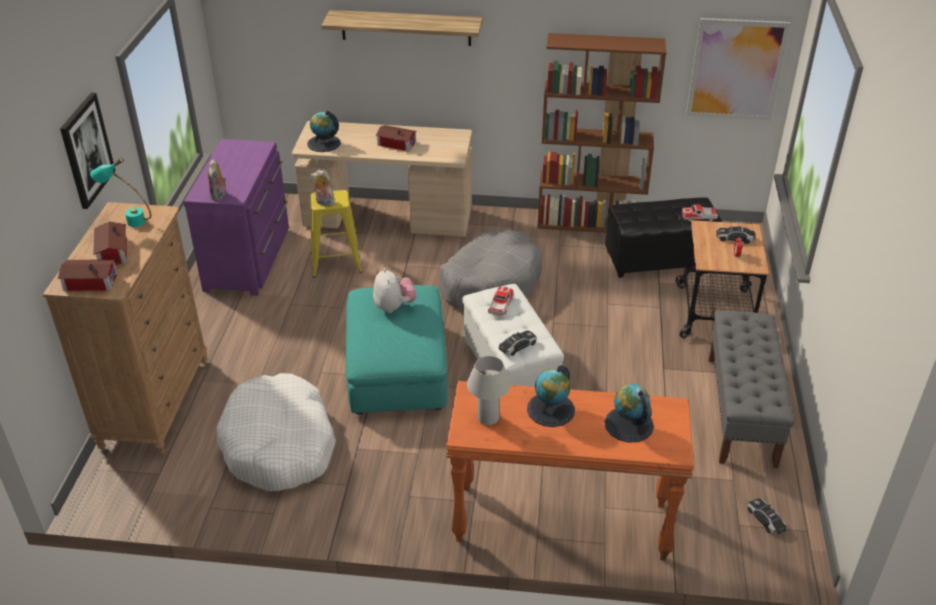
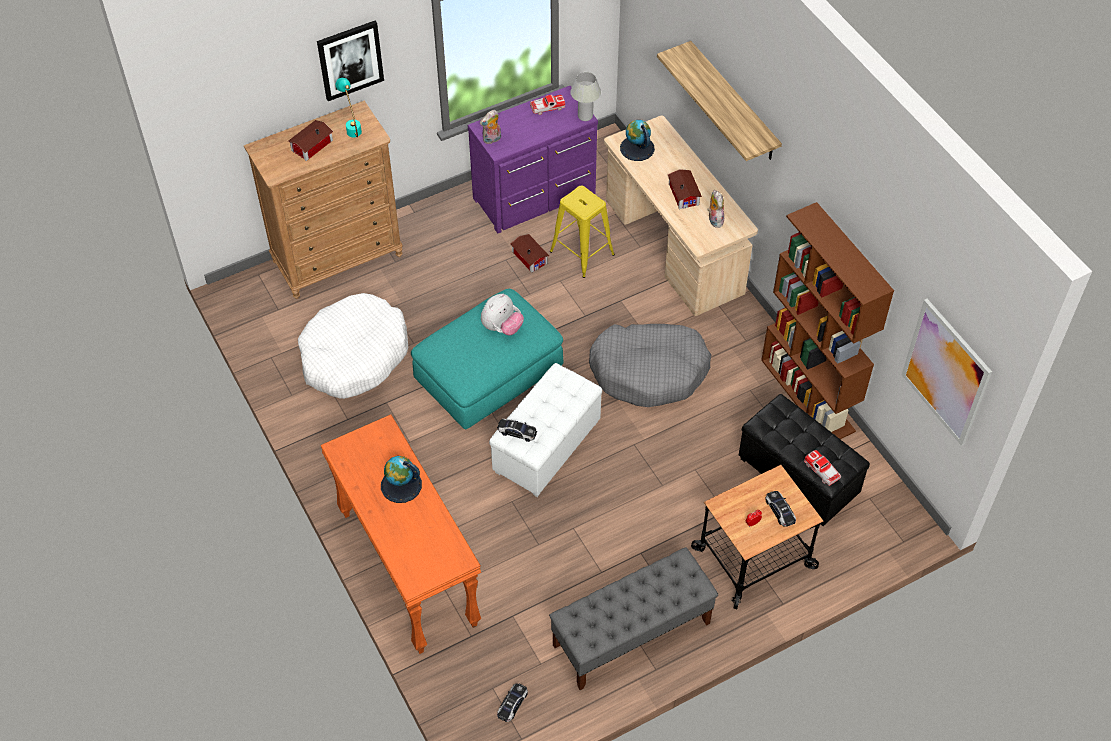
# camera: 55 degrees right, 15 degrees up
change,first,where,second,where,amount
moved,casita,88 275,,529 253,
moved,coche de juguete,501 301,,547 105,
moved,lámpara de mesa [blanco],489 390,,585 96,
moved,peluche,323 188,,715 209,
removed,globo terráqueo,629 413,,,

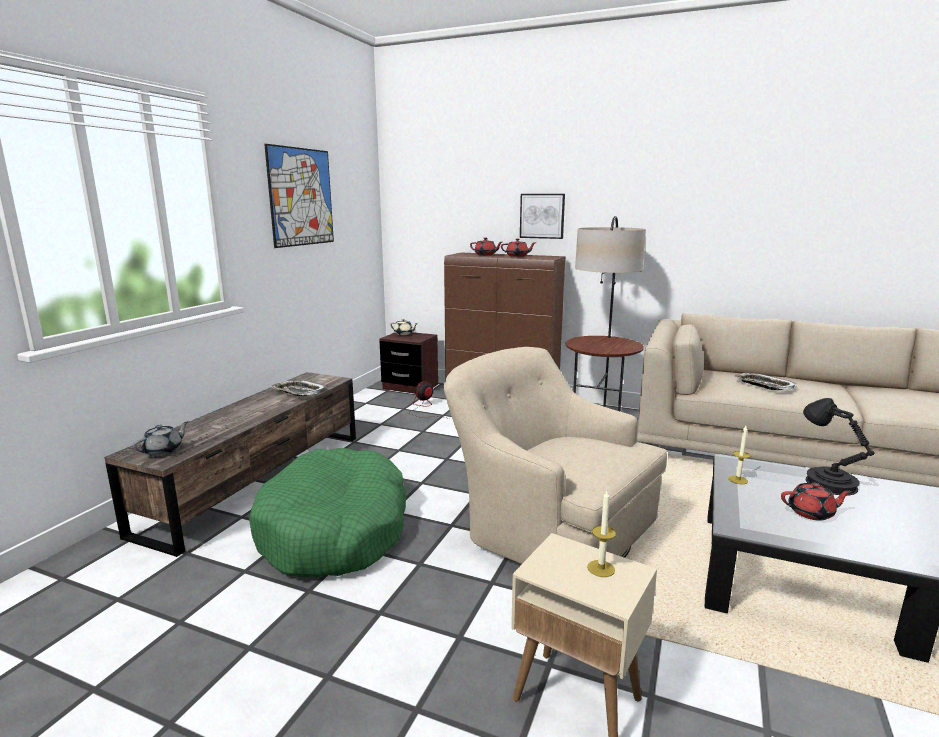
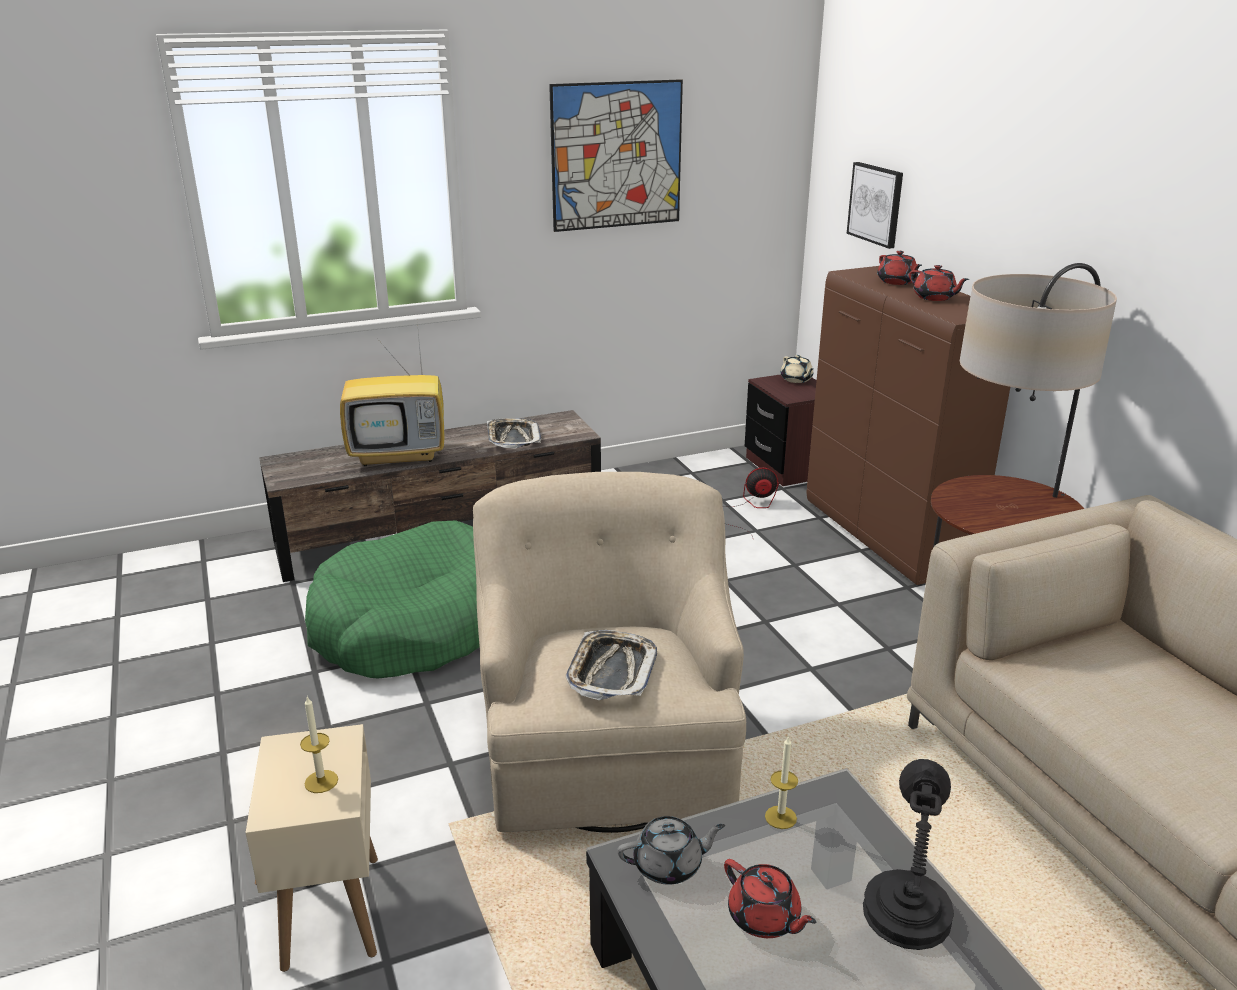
# camera: 45 degrees right, 10 degrees up
change,first,where,second,where,amount
added,,,televisor,392 394,
moved,bandeja,765 381,,611 665,
moved,tetera [gris],161 438,,671 850,
moved,cuadro,542 216,,875 205,

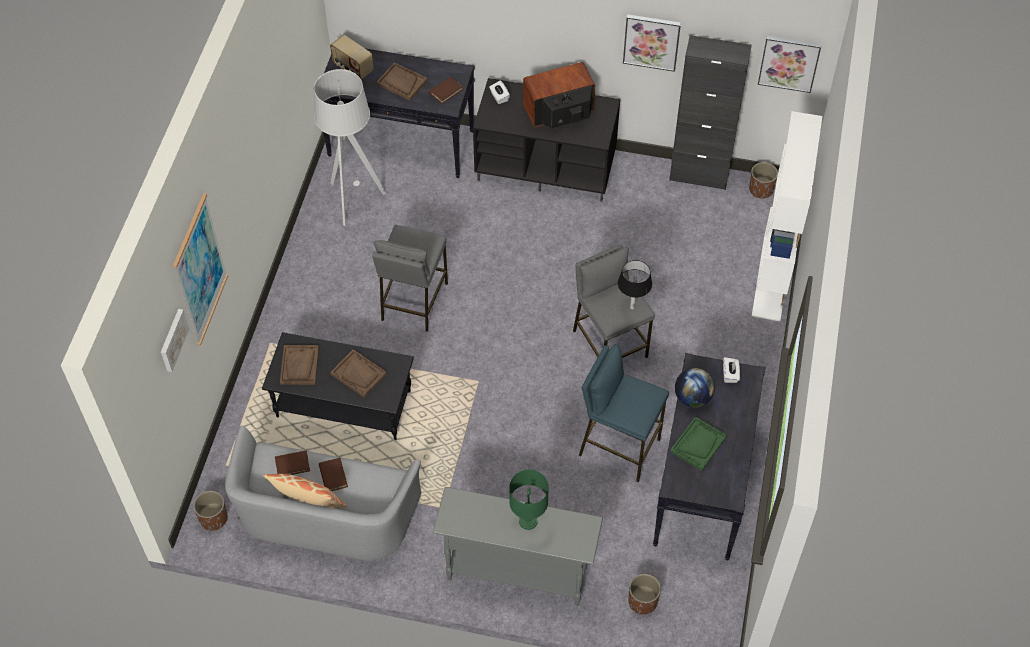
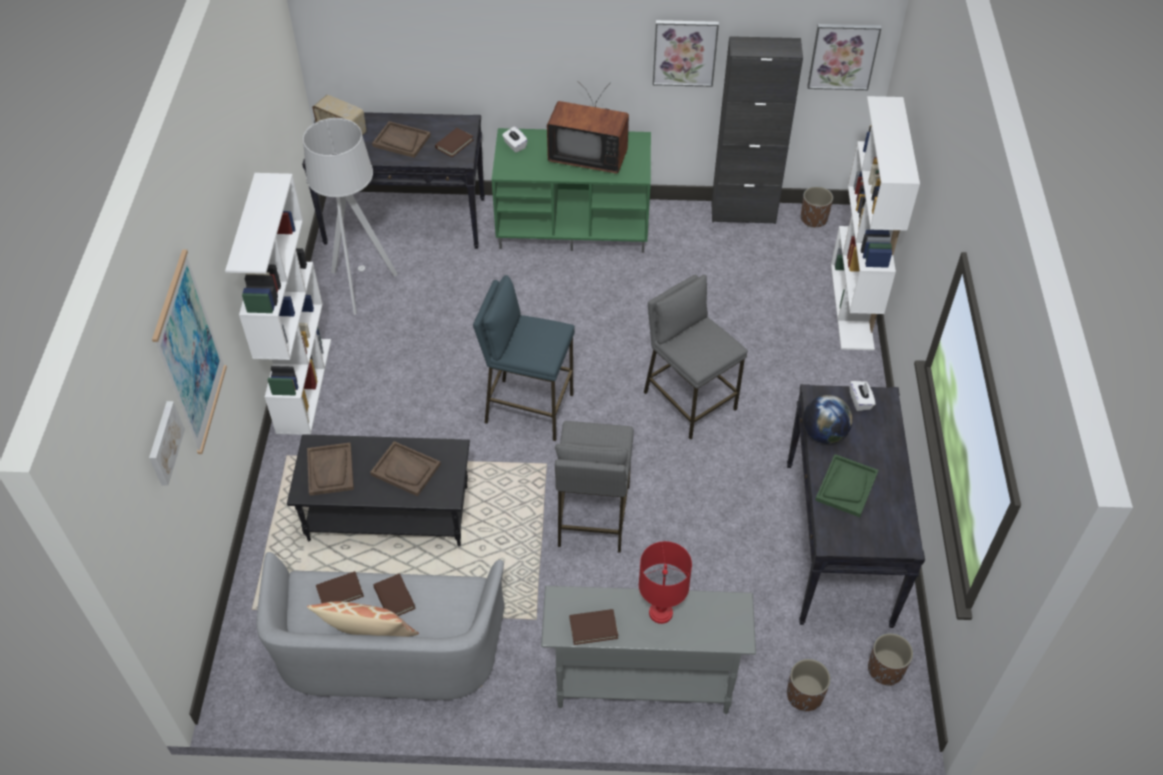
# camera: 10 degrees left, 5 degrees down
change,first,where,second,where,amount
added,,,estantería [blanco],278 304,
moved,taburete [azul],624 413,,524 358,
recoloured,mueble de televisión [negro],546 140,mueble de televisión [verde],571 190,
turned,televisor,559 95,,588 127,135 degrees counterclockwise
moved,taburete [gris],410 278,,594 487,
added,,,libro [marrón],593 627,
recoloured,lámpara de mesa [verde],529 500,lámpara de mesa [rojo],665 582,
moved,maceta [marrón],210 511,,890 659,
removed,lámpara de mesa [negro],635 285,,,

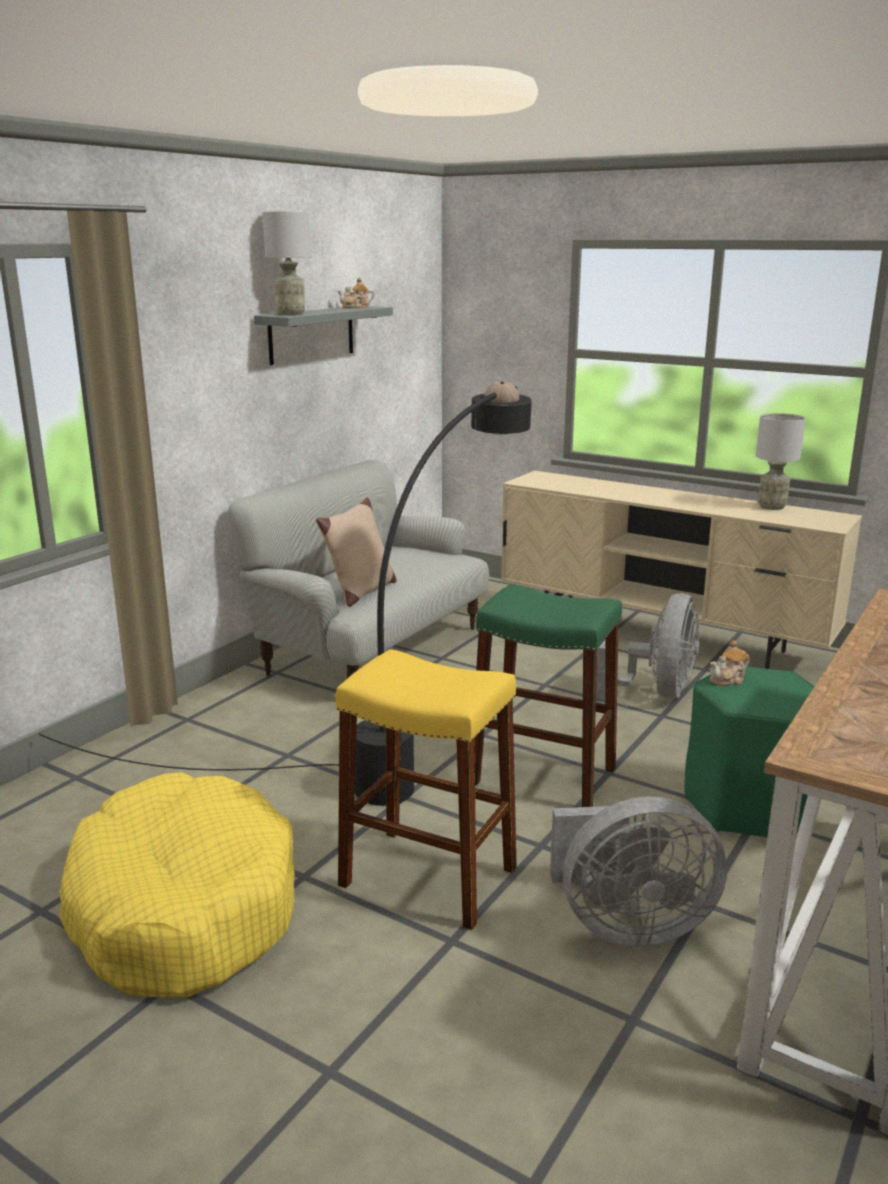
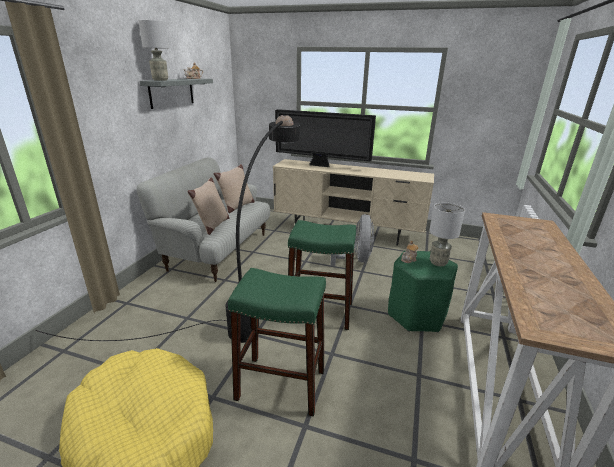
# camera: 15 degrees left, 5 degrees up
change,first,where,second,where,amount
added,,,cojín [beis],234 188,
recoloured,taburete [amarillo],426 789,taburete [verde],277 342,
added,,,televisor,325 138,
moved,lámpara de mesa [gris],781 461,,447 234,
removed,ventilador [gris],638 872,,,

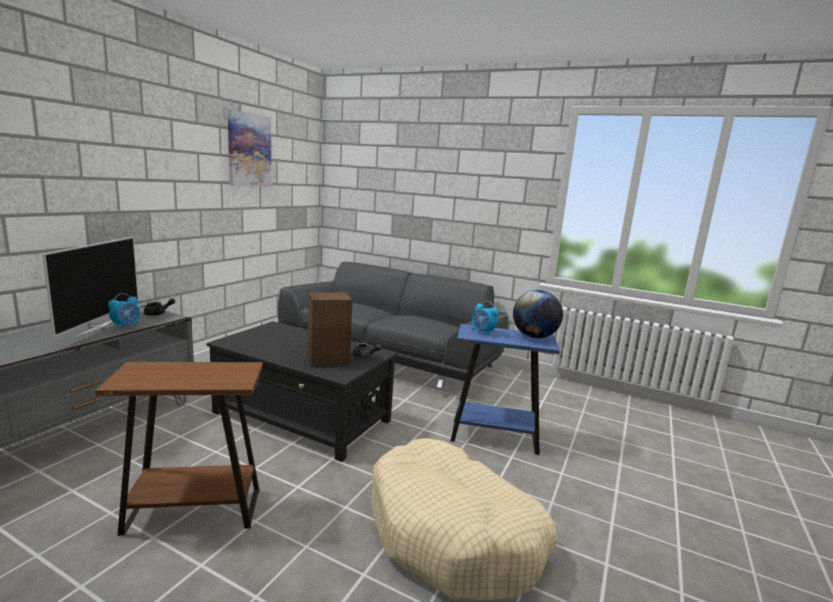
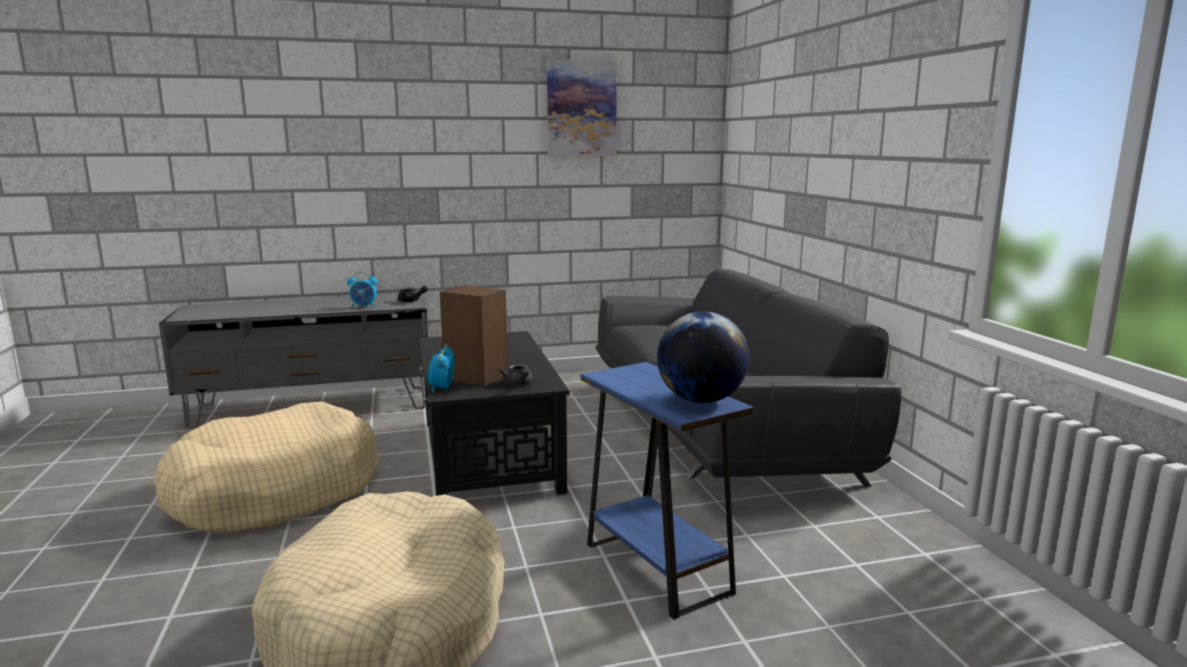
# camera: 50 degrees right, 0 degrees up
change,first,where,second,where,amount
replaced,mesa auxiliar [marrón],179 449,cama para perro [beis],266 468,
moved,despertador,485 318,,441 368,
removed,televisor,90 287,,,

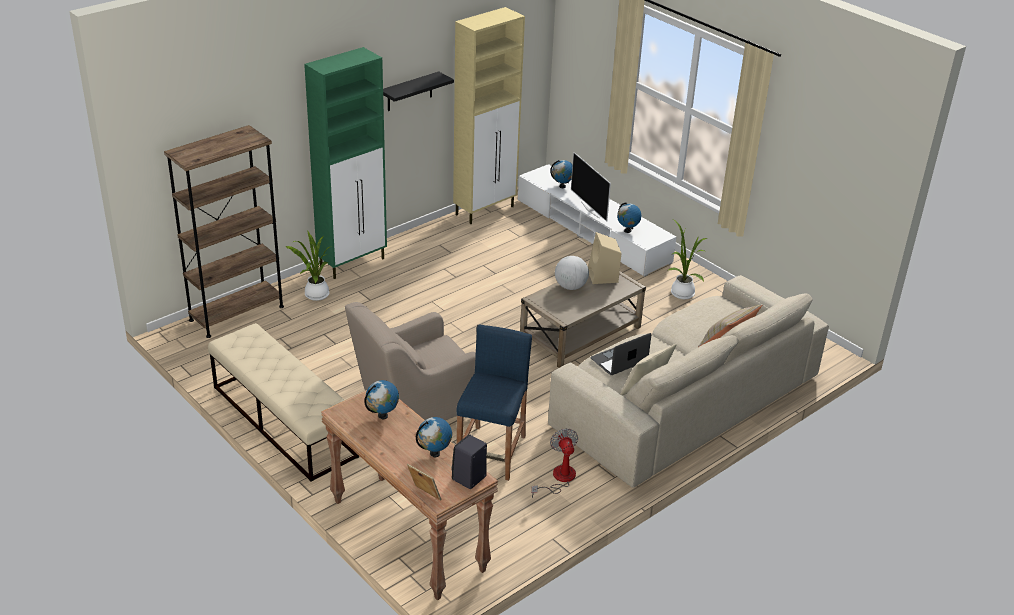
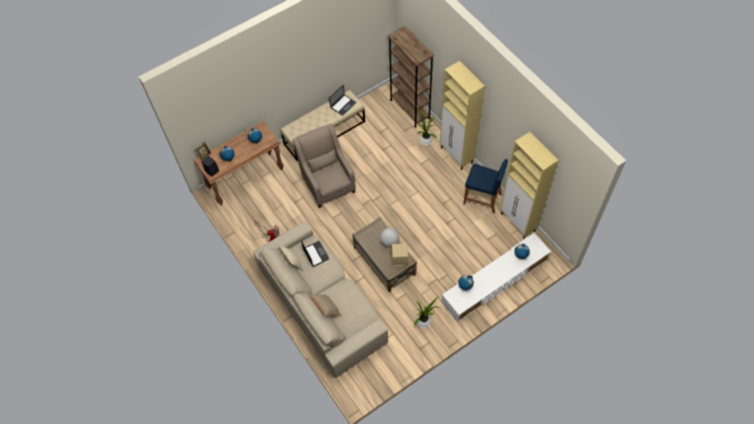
# camera: 100 degrees right, 25 degrees up
change,first,where,second,where,amount
added,,,portátil,342 100,
recoloured,armario [verde],345 163,armario [beis],462 115,
moved,taburete [azul],494 402,,485 186,
removed,estante [negro],418 91,,,
removed,televisor,591 187,,,

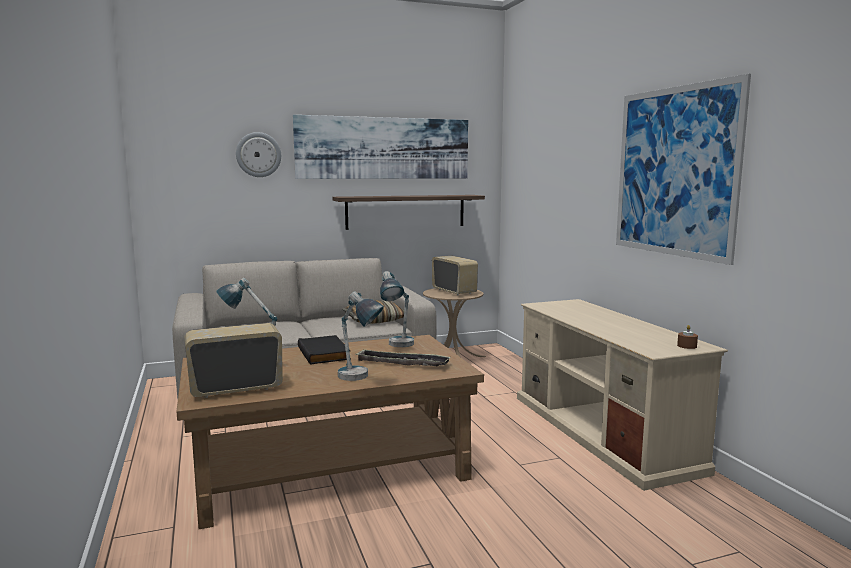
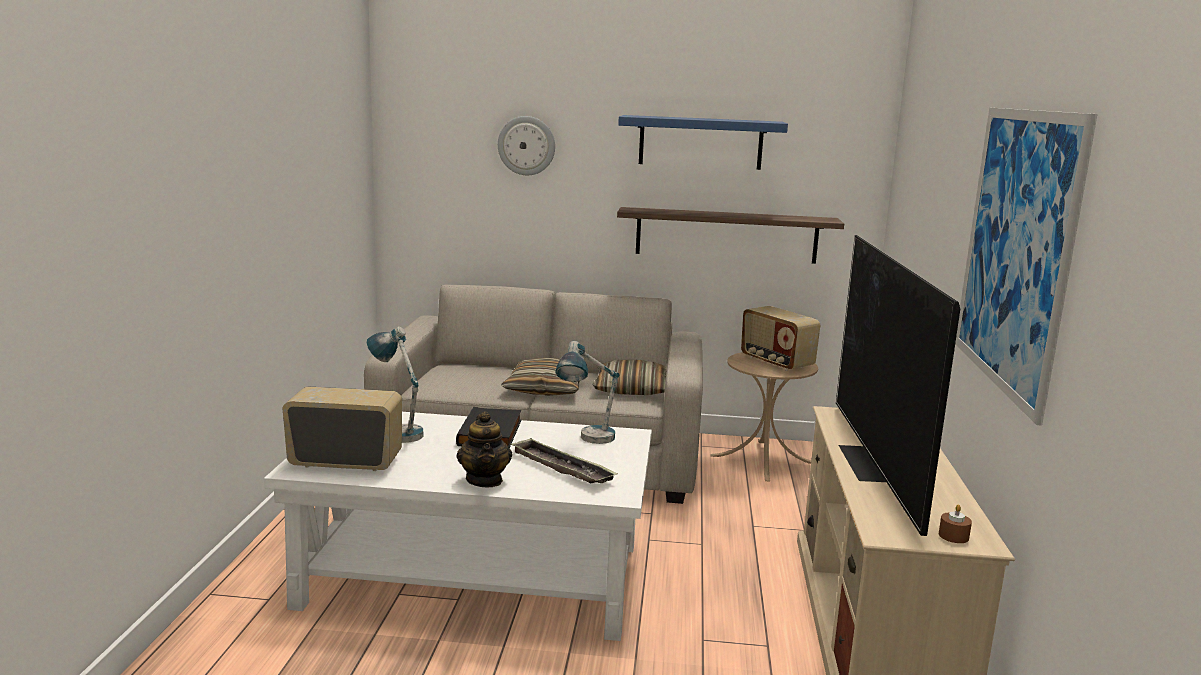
# camera: 25 degrees right, 5 degrees up
change,first,where,second,where,amount
recoloured,mesa de centro [marrón],330 432,mesa de centro [blanco],458 526,
replaced,lámpara de mesa,361 336,tetera,484 449,
added,,,cojín,540 377,
replaced,cuadro,380 147,estante [azul],703 142,
turned,radio,455 276,,780 338,150 degrees clockwise
added,,,televisor,898 385,

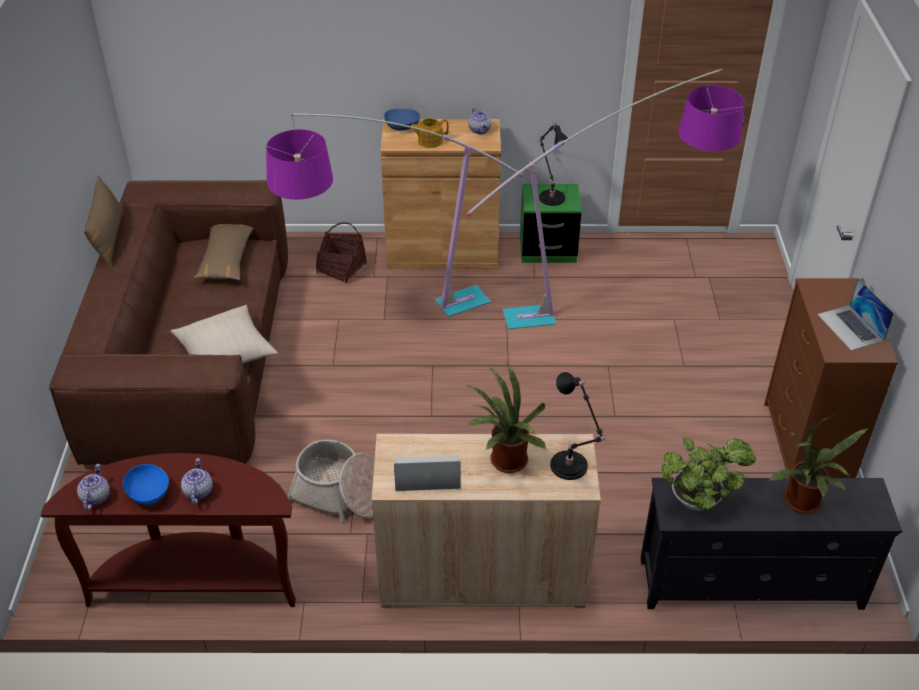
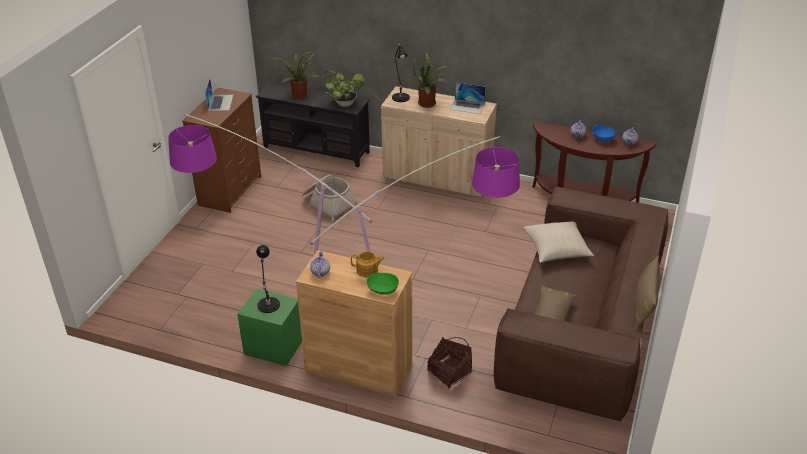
# camera: 160 degrees left, 5 degrees down
change,first,where,second,where,amount
moved,cesta,331 481,,330 198,
recoloured,cuenco [azul],402 119,cuenco [verde],382 284,

